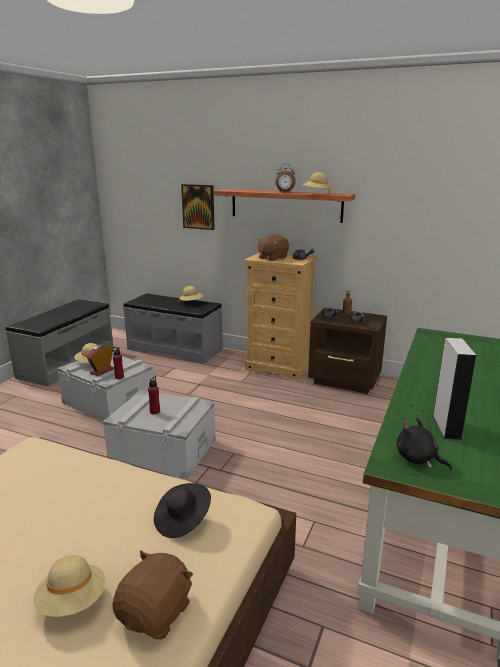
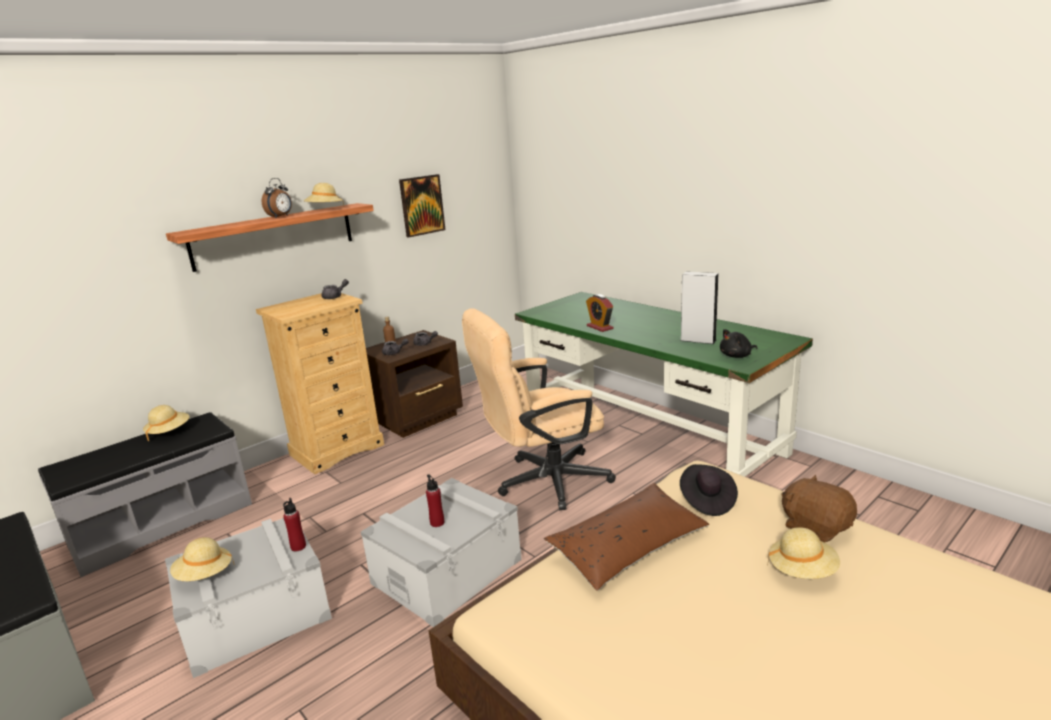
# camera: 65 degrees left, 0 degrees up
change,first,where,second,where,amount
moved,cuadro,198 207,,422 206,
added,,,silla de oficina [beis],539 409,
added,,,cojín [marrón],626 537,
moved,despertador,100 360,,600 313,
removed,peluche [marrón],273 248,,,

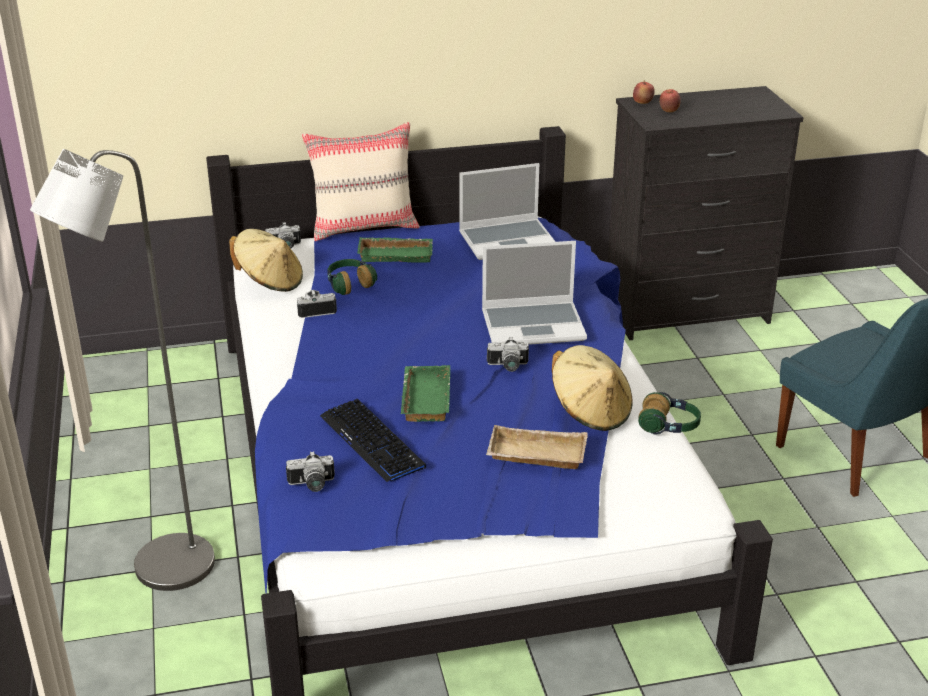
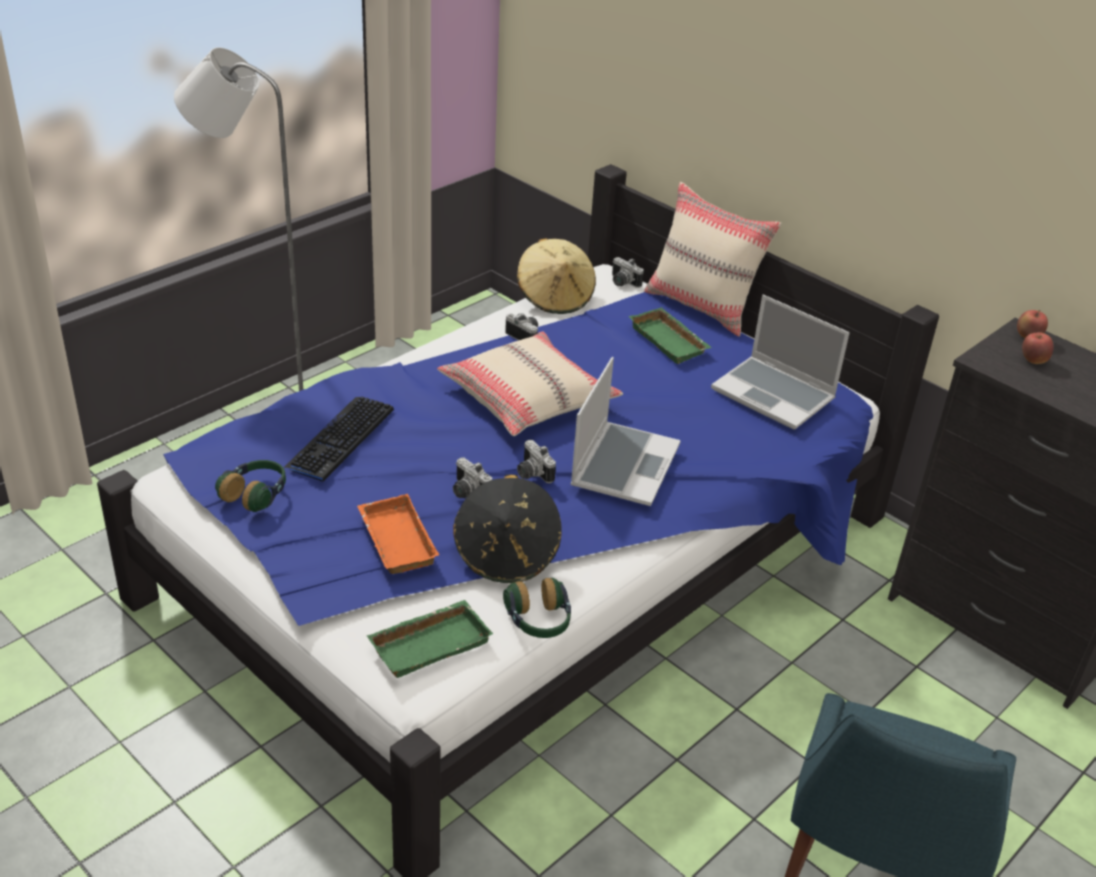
# camera: 55 degrees right, 5 degrees up
change,first,where,second,where,amount
moved,auriculares,352 277,,250 486,
recoloured,bandeja [beis],537 447,bandeja [naranja],398 534,
moved,bandeja [verde],425 393,,430 639,
added,,,cojín [beis],530 384,
moved,cámara,310 471,,472 477,
recoloured,sombrero [beis],592 388,sombrero [negro],507 528,
turned,portátil,534 293,,626 431,120 degrees counterclockwise

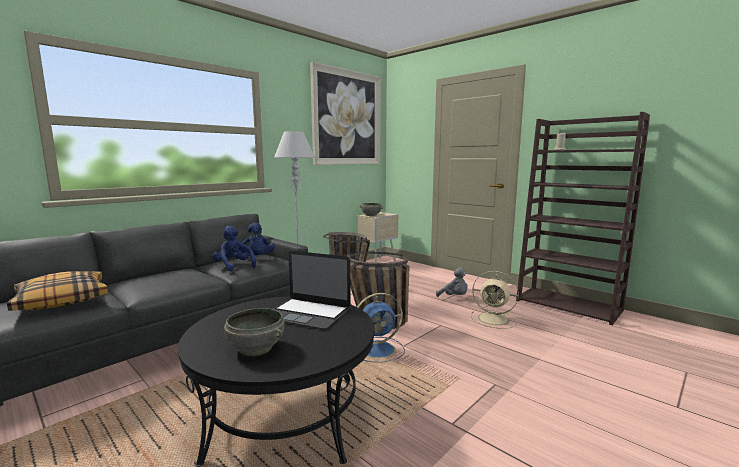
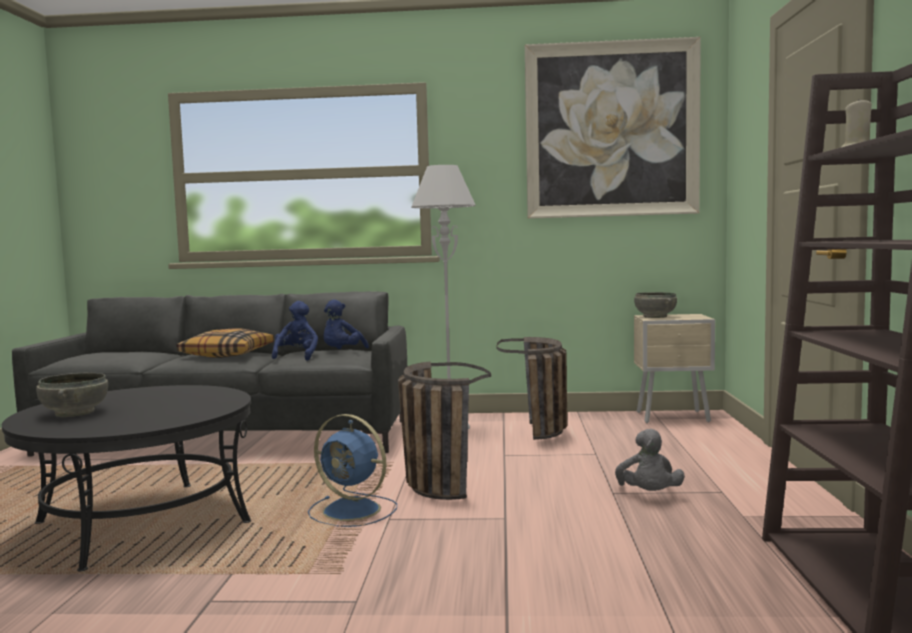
# camera: 50 degrees right, 5 degrees down
change,first,where,second,where,amount
moved,cojín,57 291,,225 343,
removed,portátil,312 290,,,
removed,ventilador [beis],495 300,,,

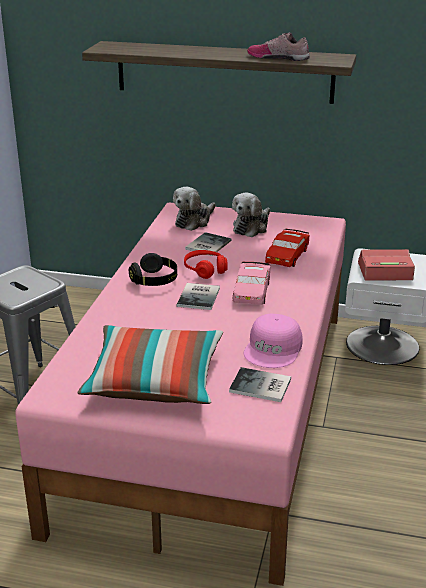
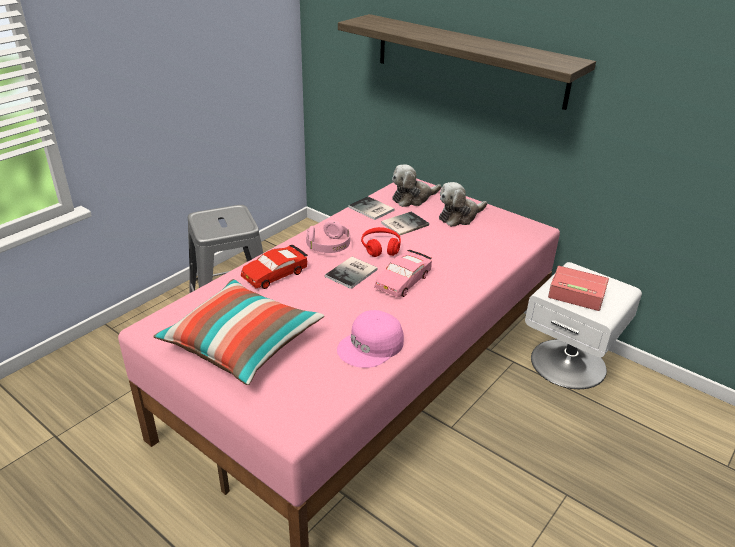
# camera: 25 degrees right, 5 degrees up
change,first,where,second,where,amount
moved,coche de juguete [rojo],287 248,,274 267,
recoloured,auriculares [negro],153 269,auriculares [rosa],328 236,
moved,libro,260 384,,371 208,
removed,zapato,278 46,,,

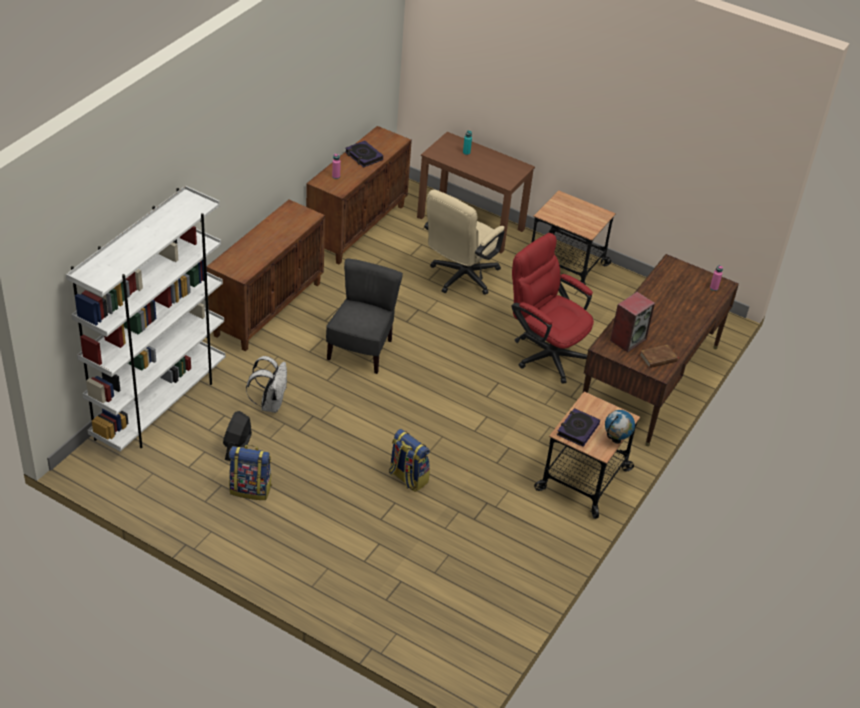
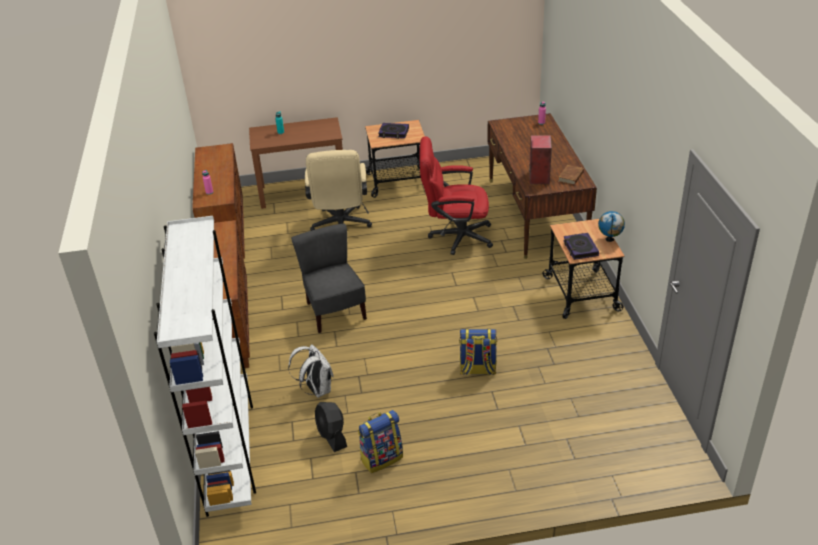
# camera: 35 degrees left, 5 degrees down
change,first,where,second,where,amount
moved,libro,364 153,,393 131,

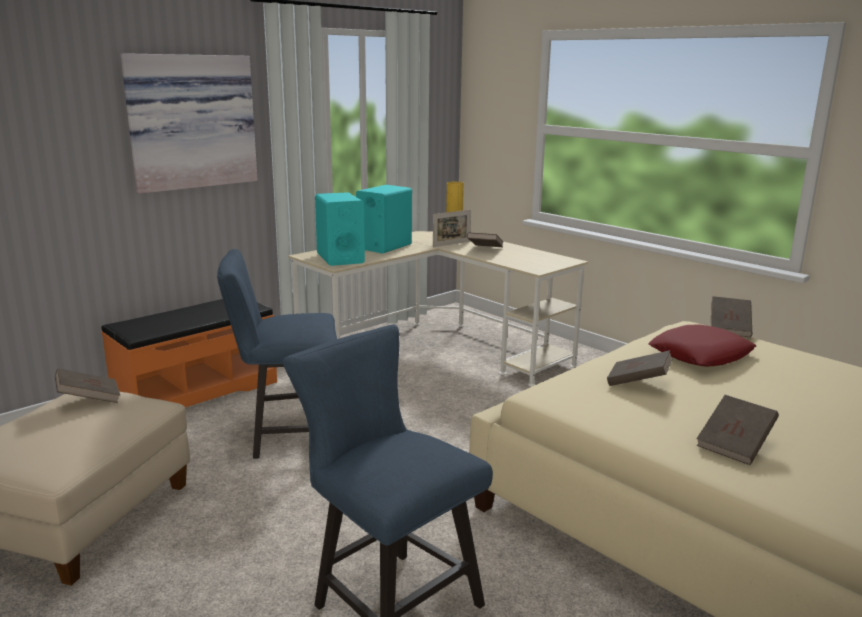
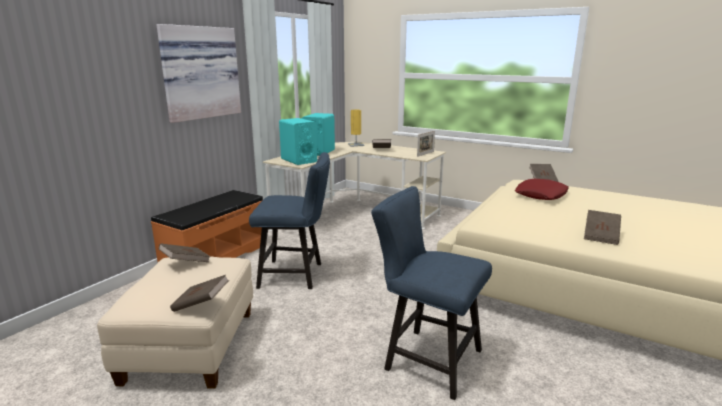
# camera: 15 degrees left, 0 degrees up
change,first,where,second,where,amount
moved,libro [marrón],640 368,,199 293,
turned,silla [azul],277 354,,289 220,150 degrees counterclockwise
moved,portarretratos,452 228,,426 144,

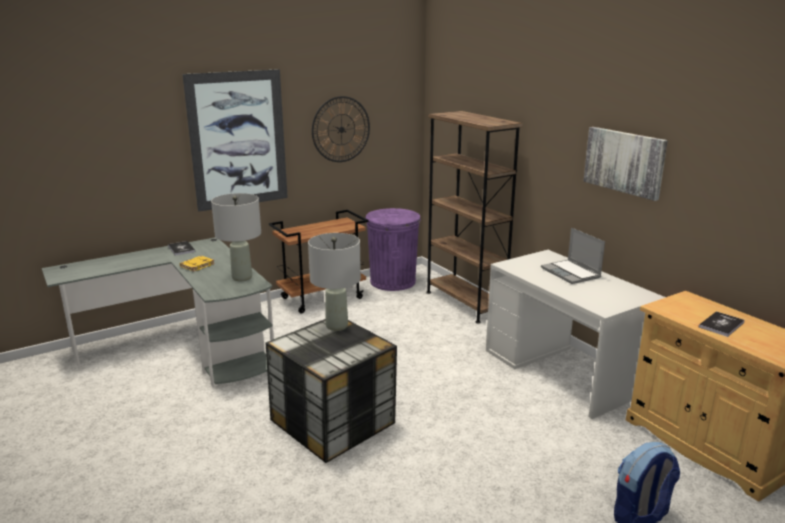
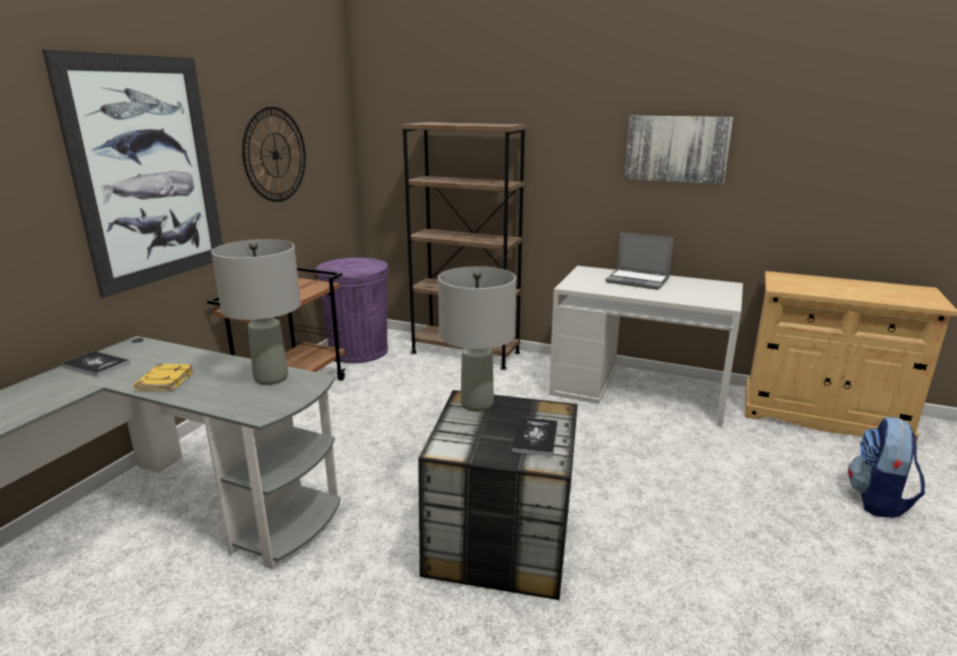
# camera: 35 degrees left, 0 degrees up
change,first,where,second,where,amount
moved,libro,722 324,,534 437,

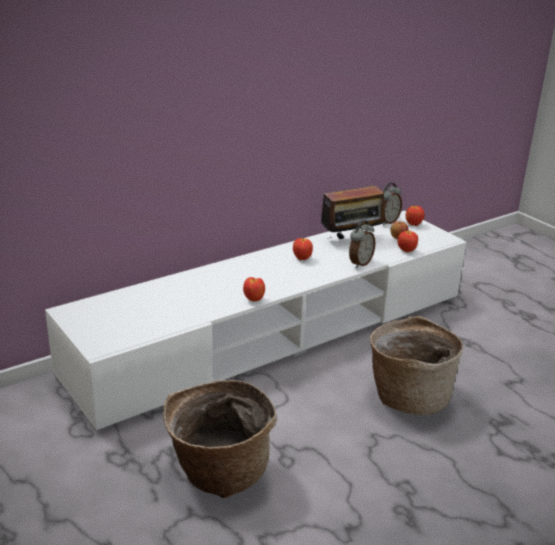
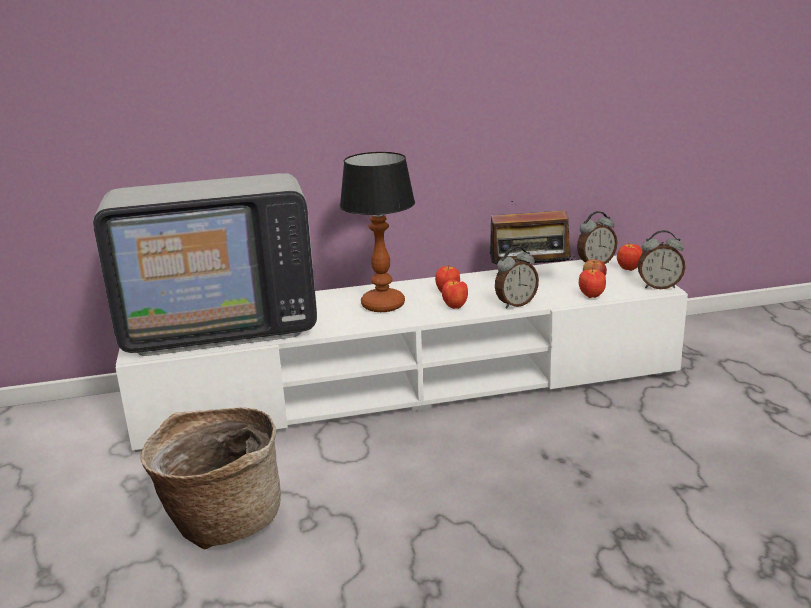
# camera: 25 degrees right, 5 degrees down
change,first,where,second,where,amount
added,,,televisor,205 264,
added,,,lámpara de mesa,377 232,
moved,manzana,254 289,,455 294,
added,,,despertador,661 259,
removed,cesta,416 365,,,

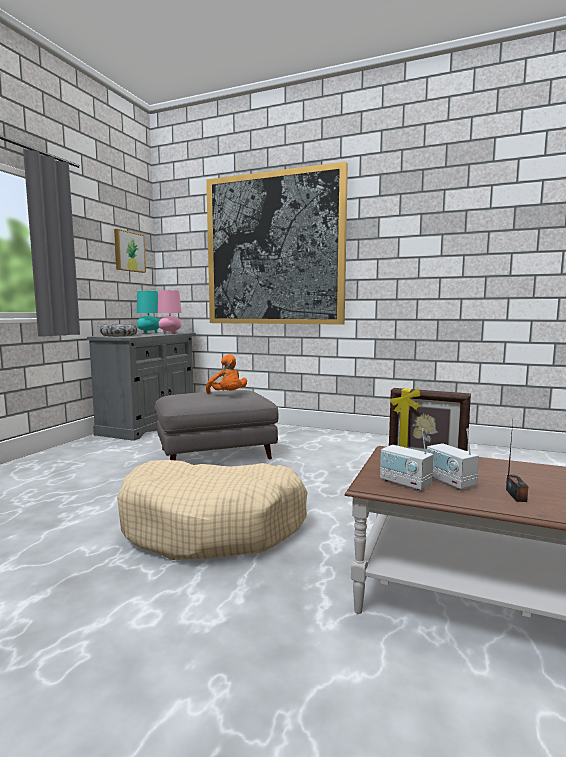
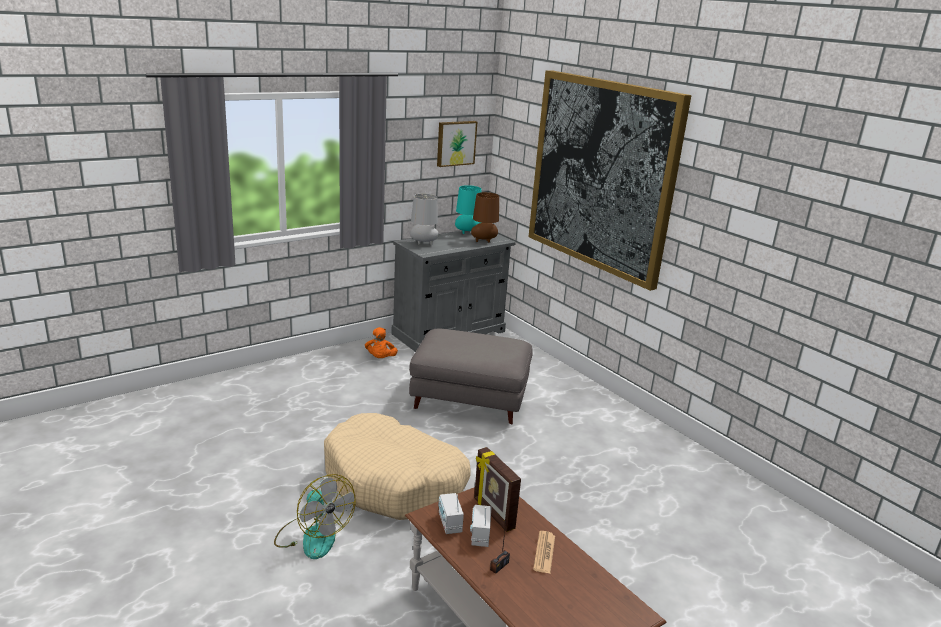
# camera: 30 degrees right, 15 degrees up
change,first,where,second,where,amount
added,,,ventilador,315 516,
moved,peluche [naranja],226 374,,381 342,
replaced,cuenco,119 330,lámpara de mesa [gris],424 219,
recoloured,lámpara de mesa [rosa],169 312,lámpara de mesa [marrón],485 217,
added,,,periódico,544 552,

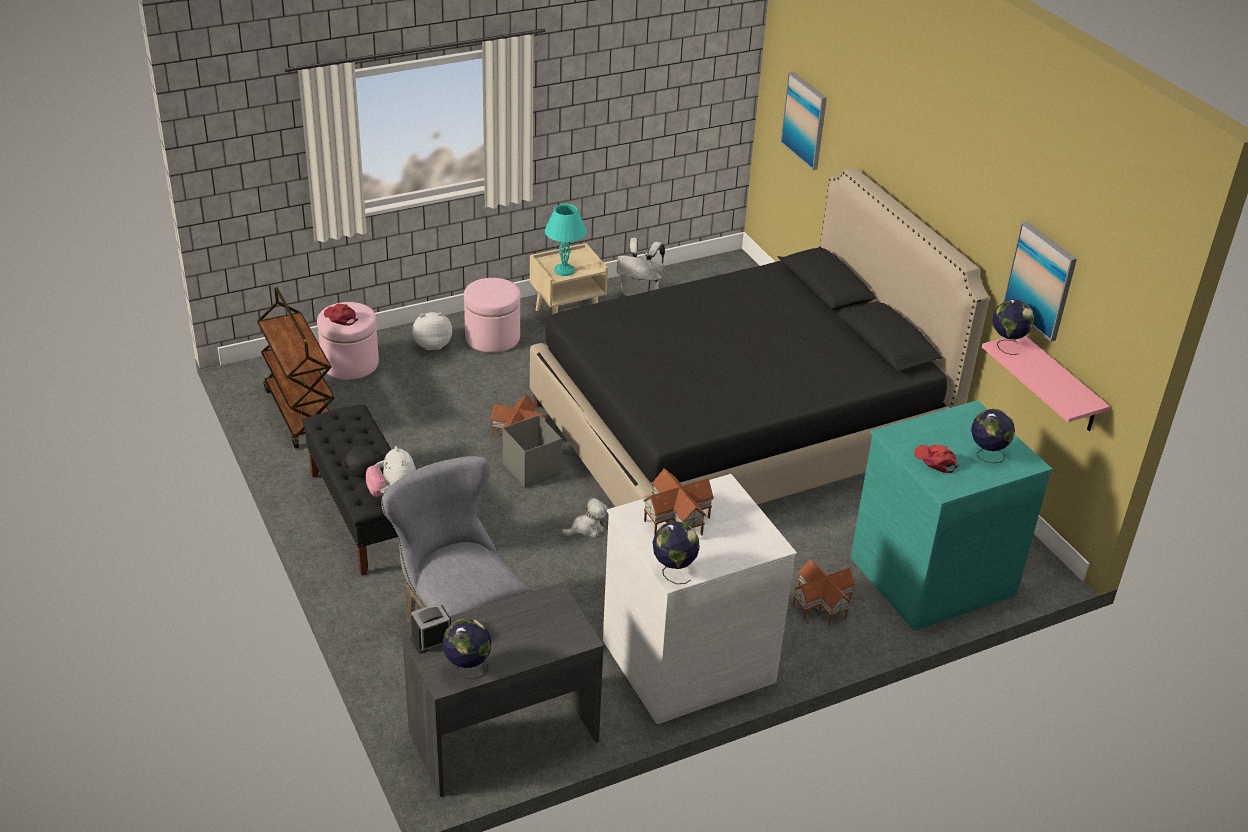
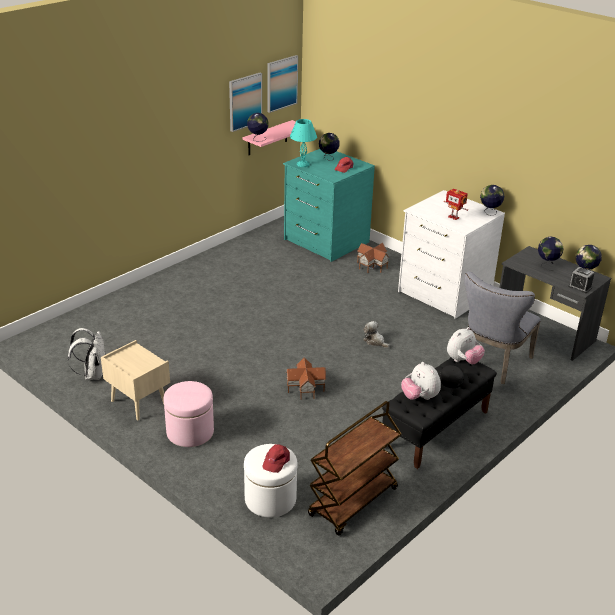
# camera: 110 degrees left, 5 degrees down
change,first,where,second,where,amount
recoloured,puf [rosa],348 341,puf [blanco],271 480,
moved,cuadro,803 120,,282 84,
moved,lámpara de mesa [turquesa],566 240,,303 143,
moved,peluche,432 331,,421 381,
replaced,casita,678 502,robot de juguete,456 204,
added,,,globo terráqueo,551 253,
removed,caja de almacenaje [gris],532 451,,,
removed,cama [negro],760 337,,,

